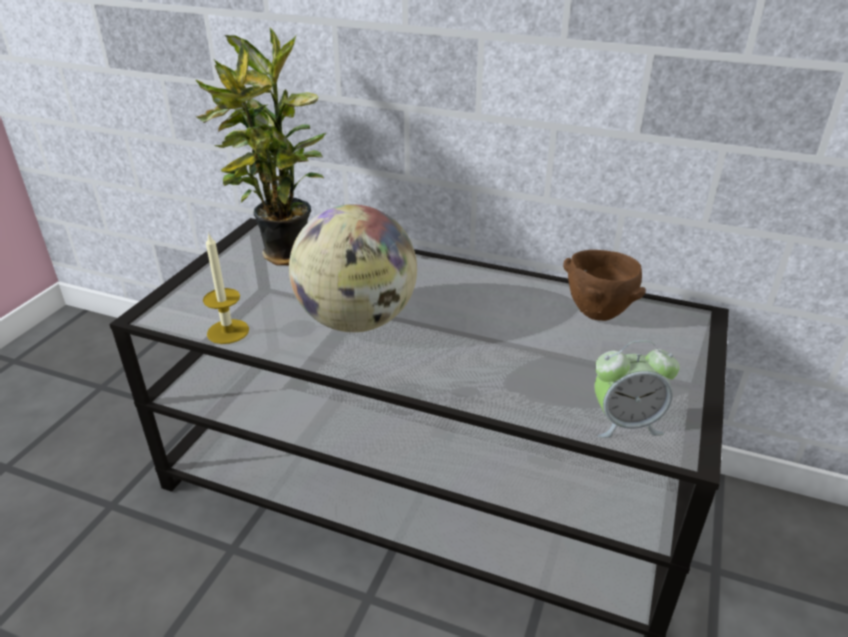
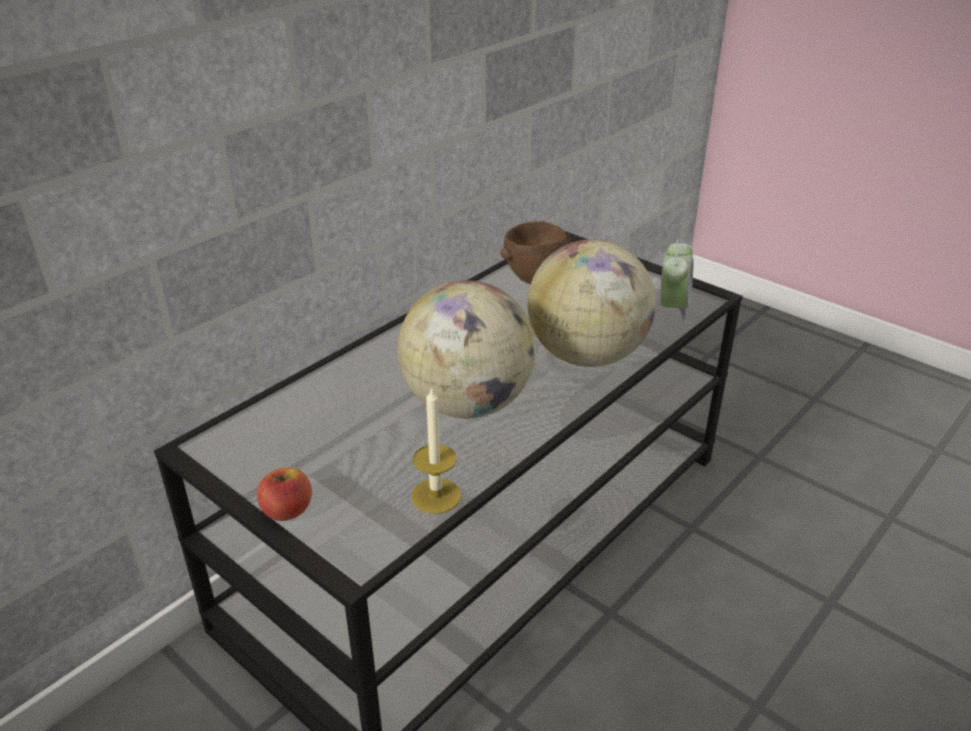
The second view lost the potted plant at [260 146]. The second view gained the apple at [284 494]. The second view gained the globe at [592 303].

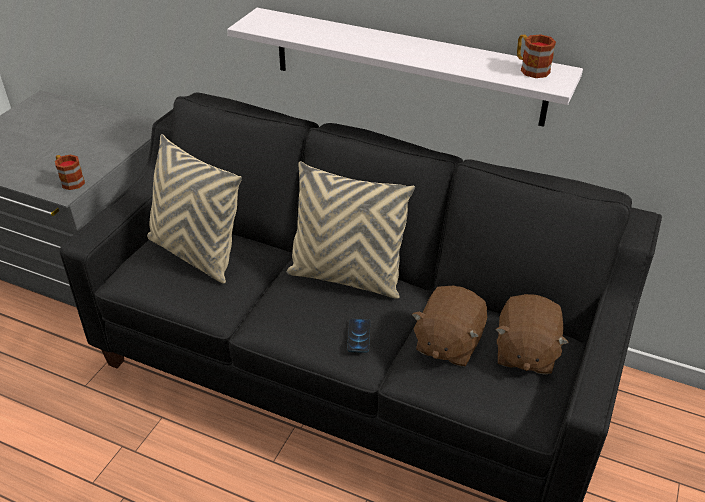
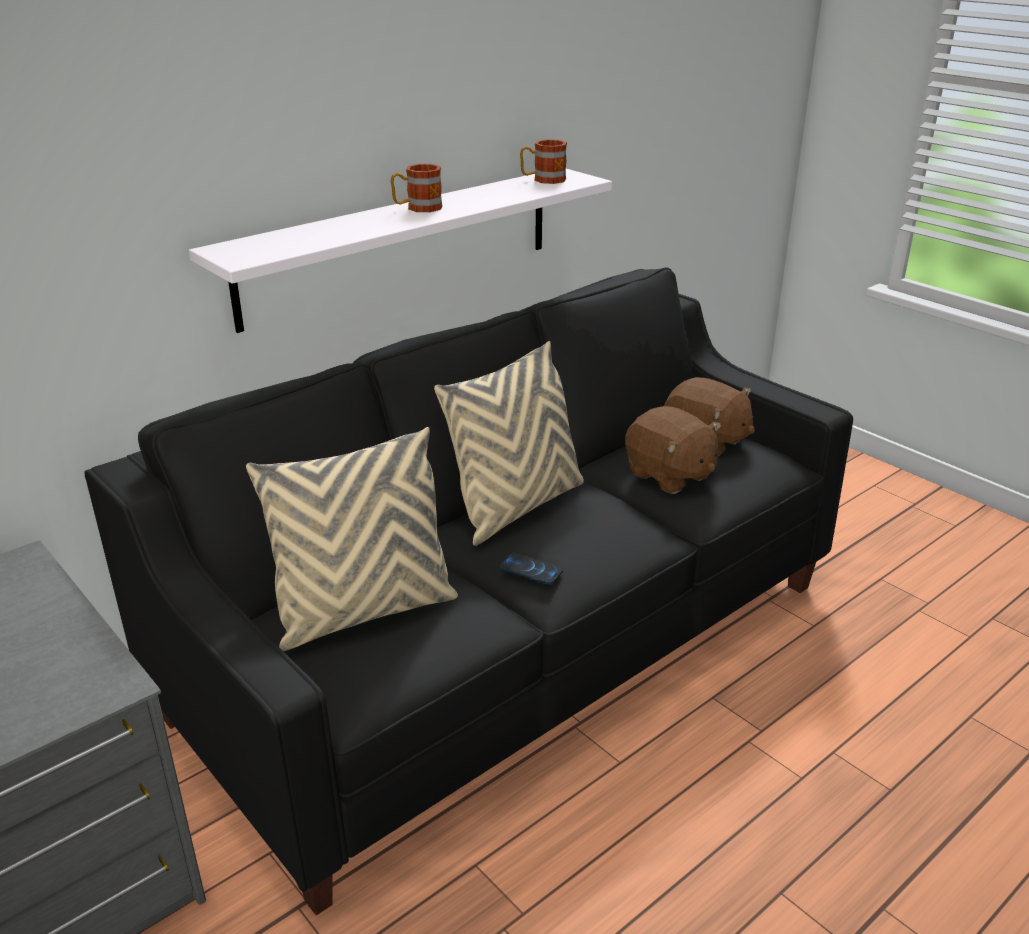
The mug ended up elsewhere, having gone from [70 172] to [416 188]. The phone ended up elsewhere, having gone from [358 336] to [531 569].

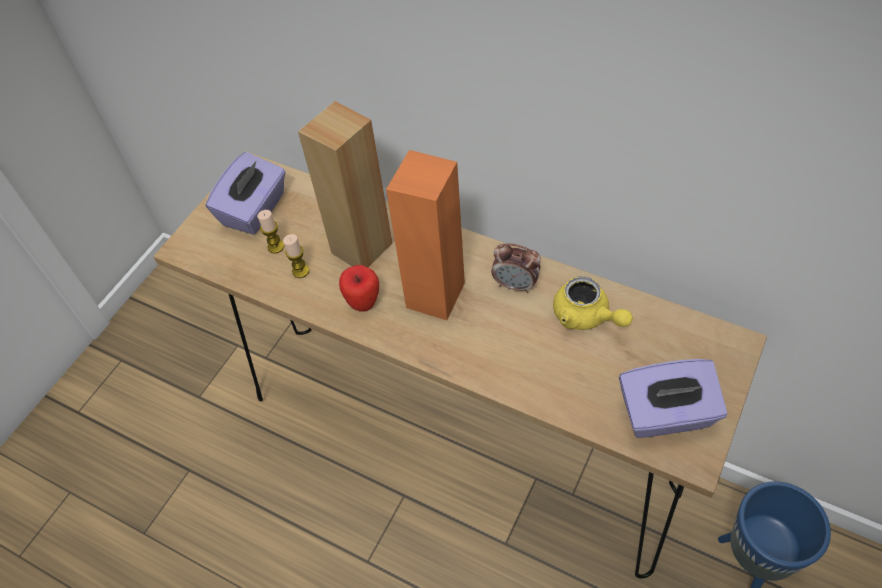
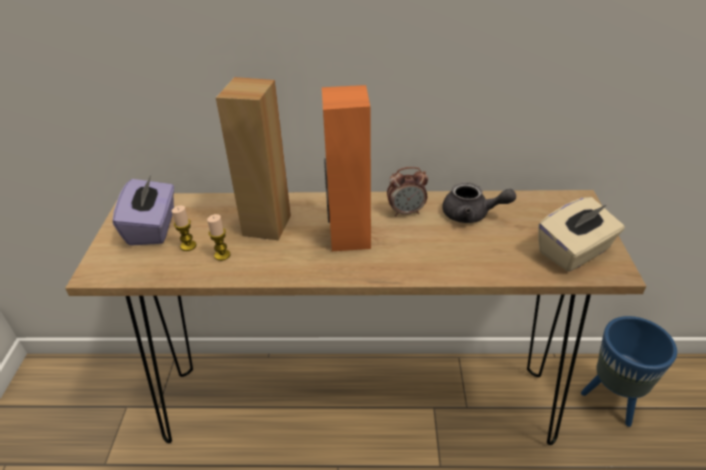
The second view lost the apple at [359 288]. What was the yellow teapot at [593 303] turned into the grey teapot at [479 202]. What was the purple tissue box at [673 398] turned into the beige tissue box at [581 234].

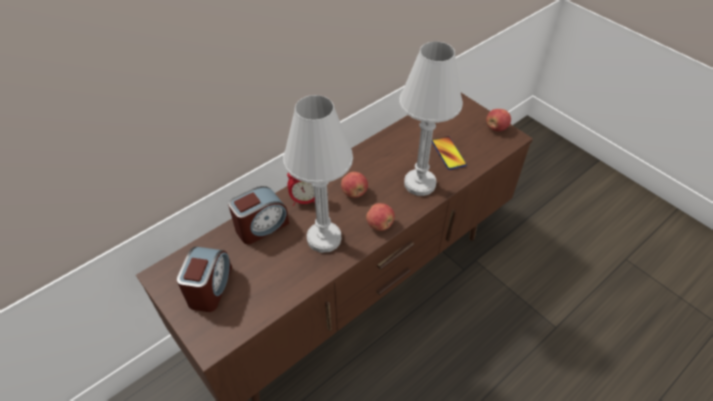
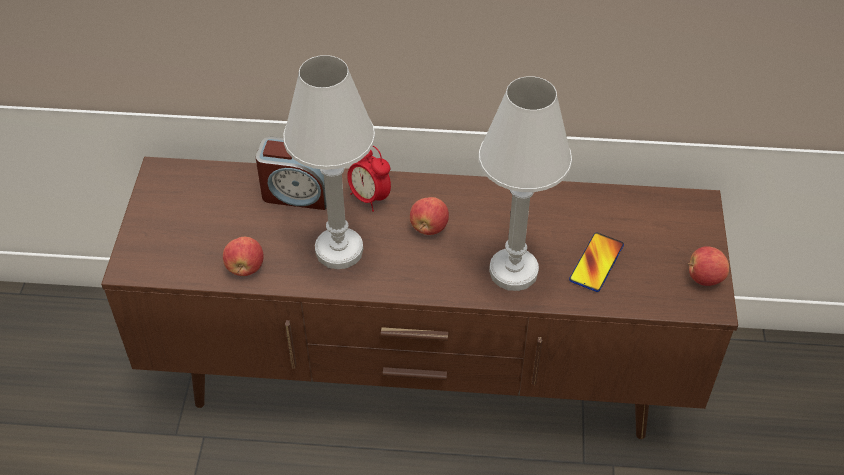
The second view lost the alarm clock at [204 279]. The apple ended up elsewhere, having gone from [380 217] to [243 256].

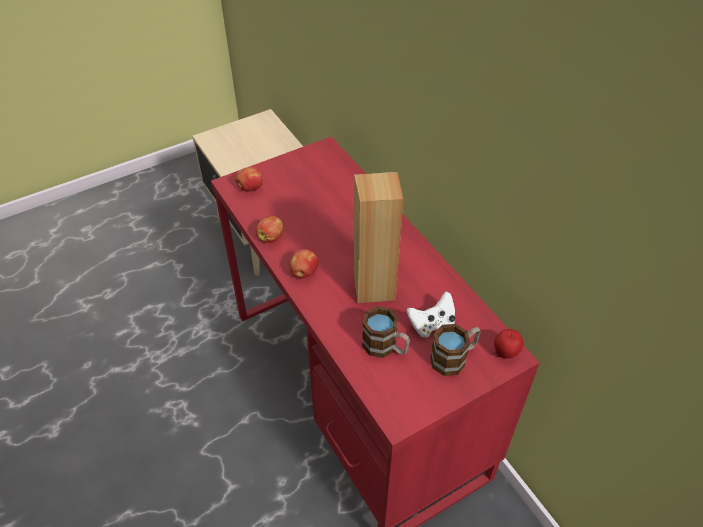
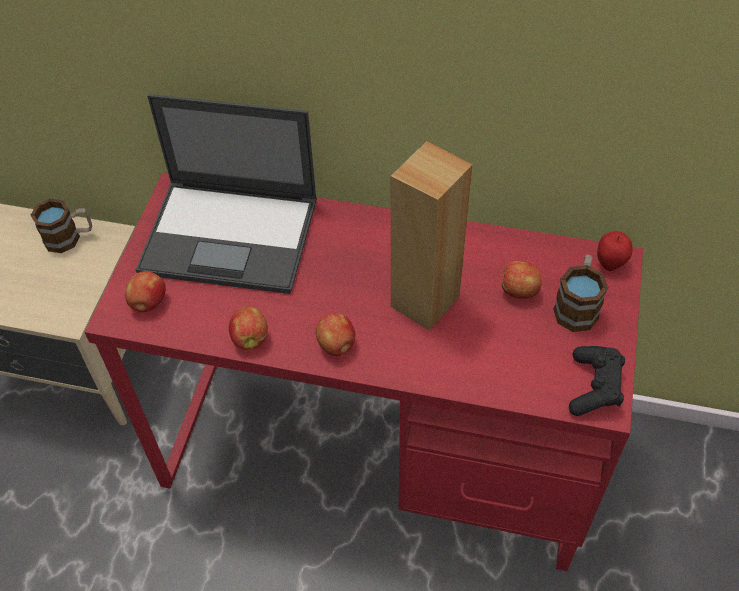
The second view gained the laptop at [226 194]. The second view gained the black game controller at [597 381]. The mug ended up elsewhere, having gone from [386 332] to [61 226]. Where the white game controller stood at [430 314], the apple came to stand at [522 280].

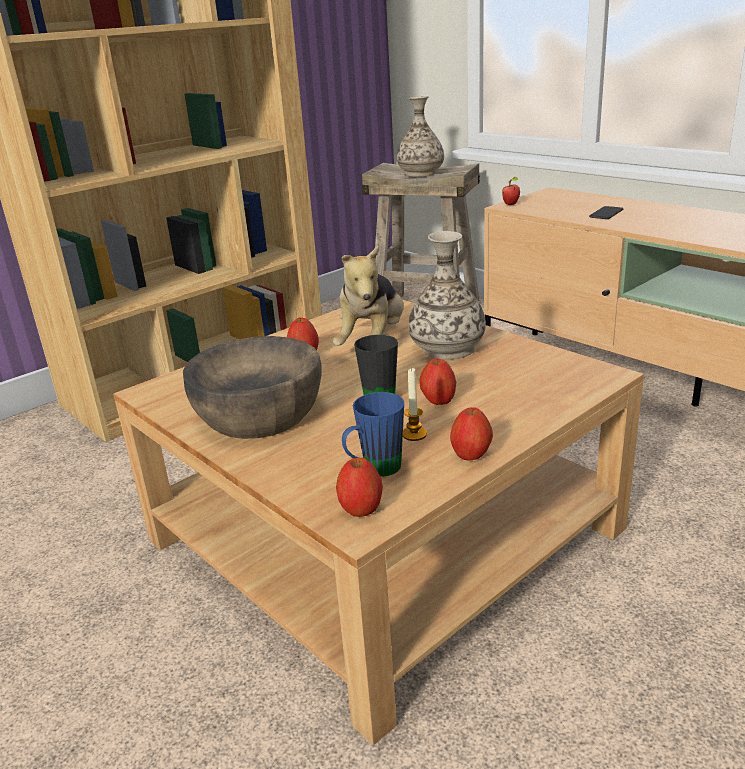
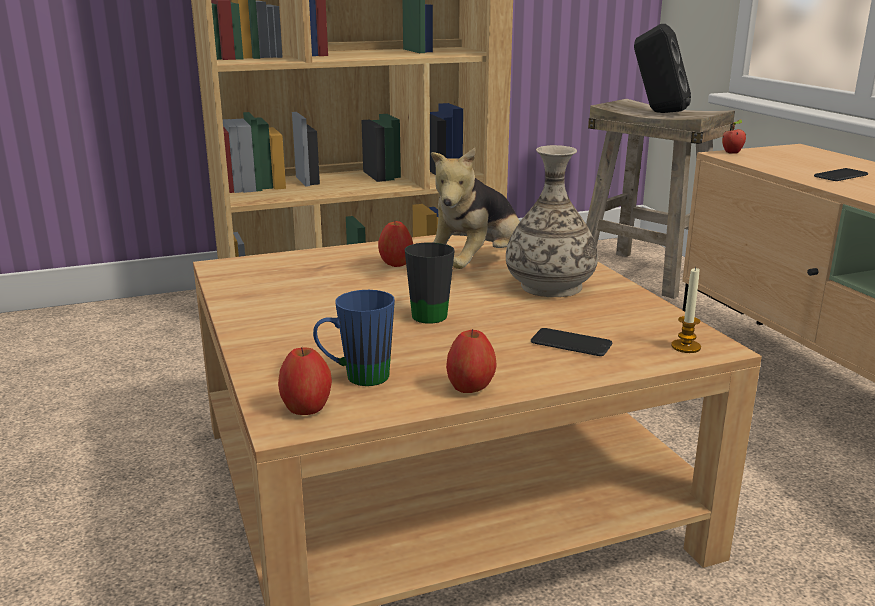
The second view lost the brown bowl at [252 387]. The second view lost the apple at [437 382]. The second view gained the phone at [571 342]. The candle ended up elsewhere, having gone from [415 404] to [686 310]. Where the vase stood at [420 136], the black speaker came to stand at [662 68].

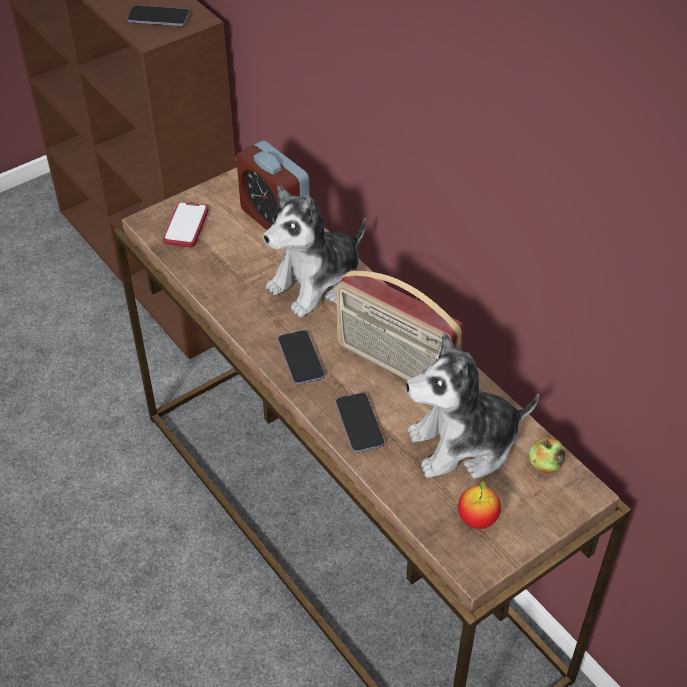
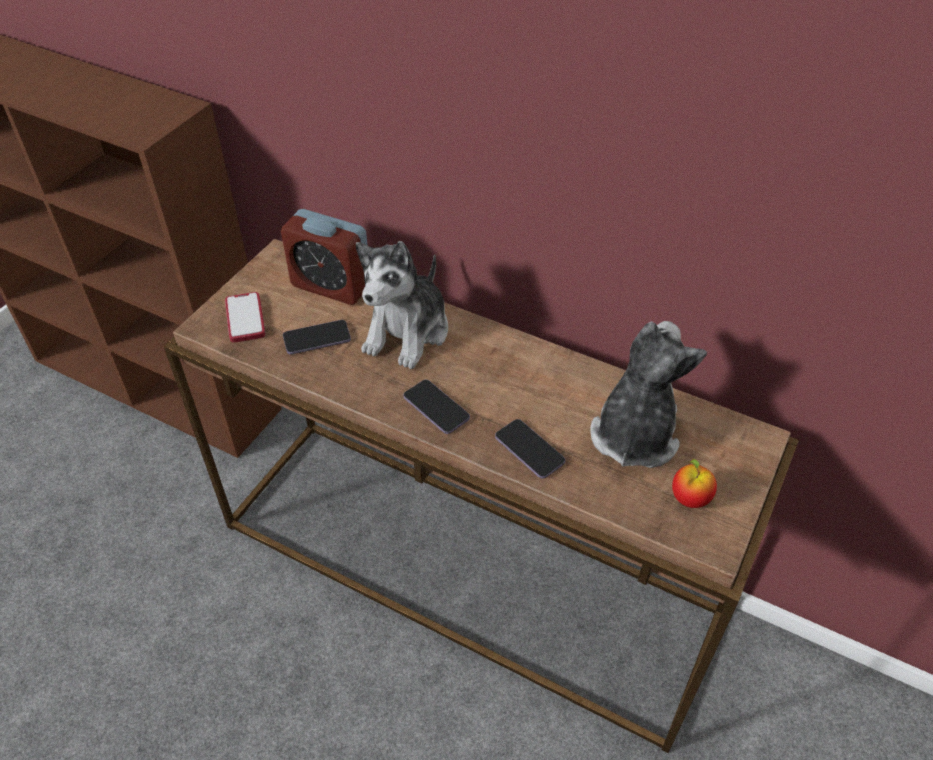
The second view lost the radio at [400 324]. The second view lost the apple at [547 455]. The phone ended up elsewhere, having gone from [158 15] to [317 337]. The plush toy at [473 405] ended up facing another way, 150 degrees clockwise from before.

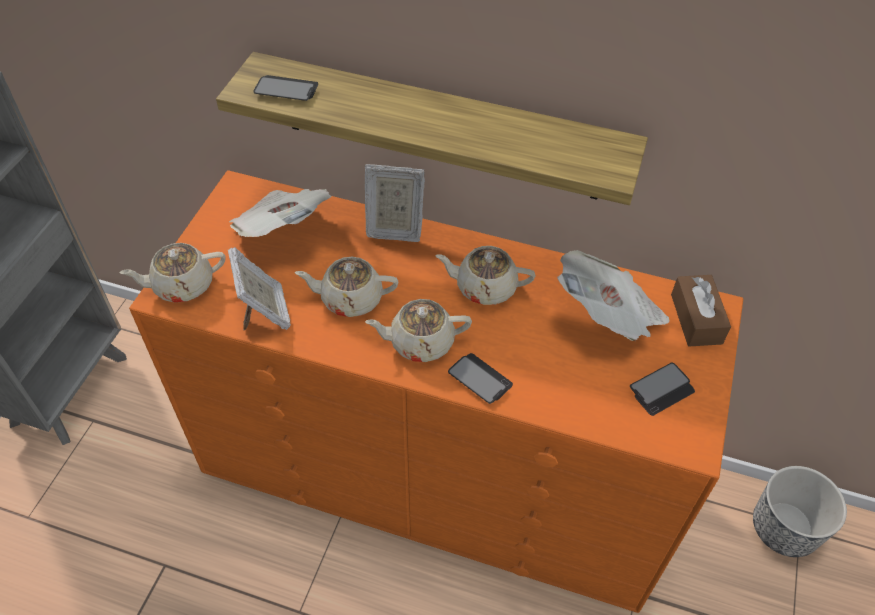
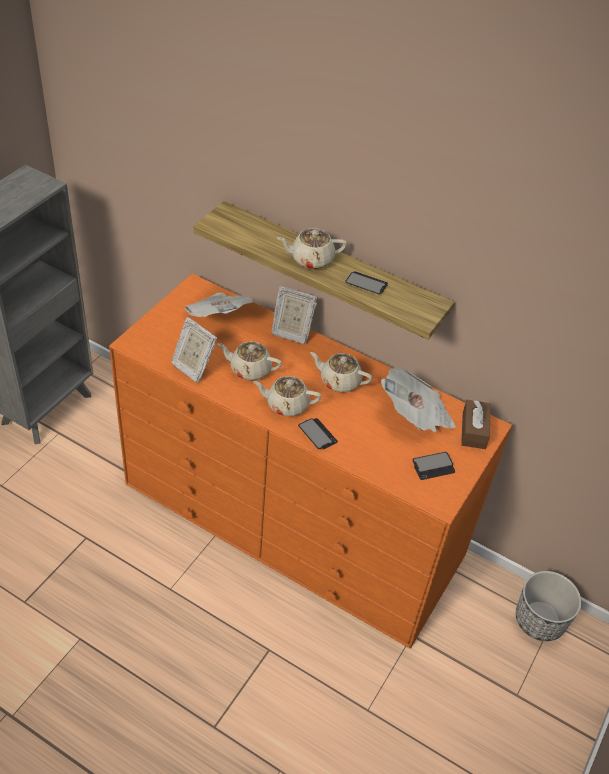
The beige teapot ended up elsewhere, having gone from [173 273] to [312 248]. The phone ended up elsewhere, having gone from [285 88] to [366 282]. The picture frame at [259 289] ended up facing another way, 135 degrees clockwise from before.

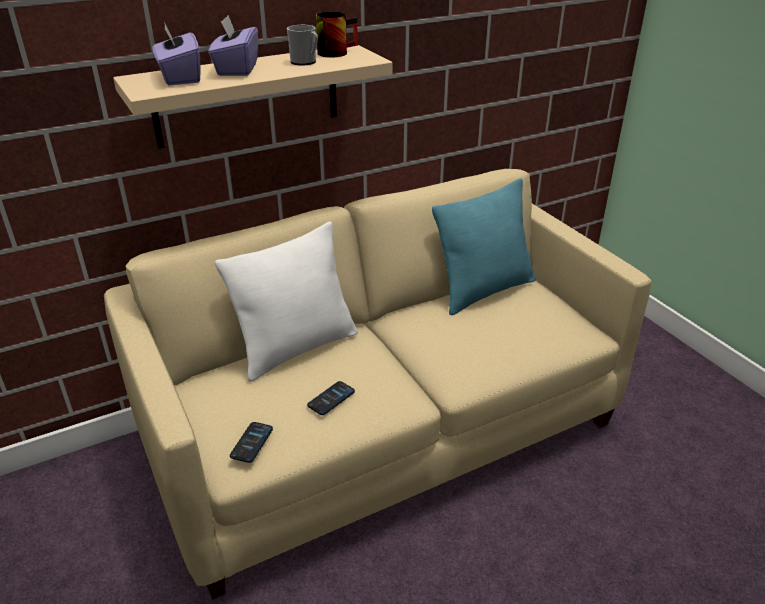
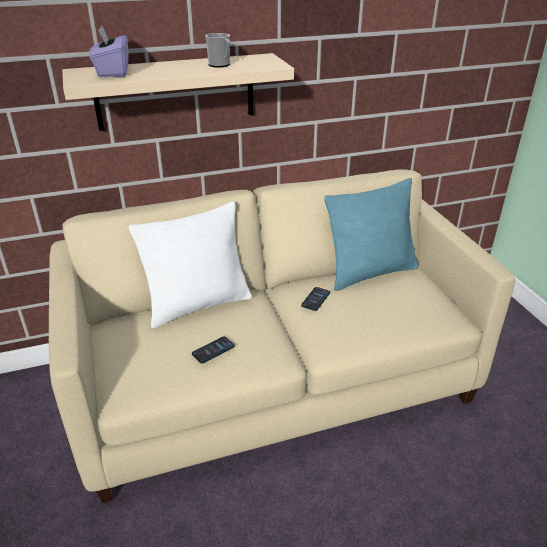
The second view lost the purple tissue box at [233 45]. The second view lost the mug at [337 35]. The phone ended up elsewhere, having gone from [251 442] to [315 299].

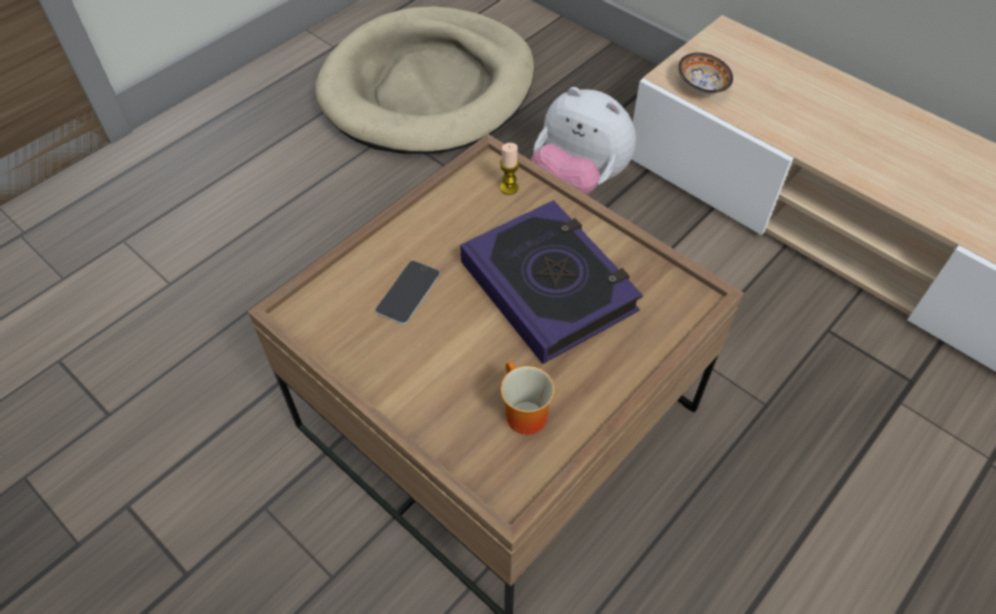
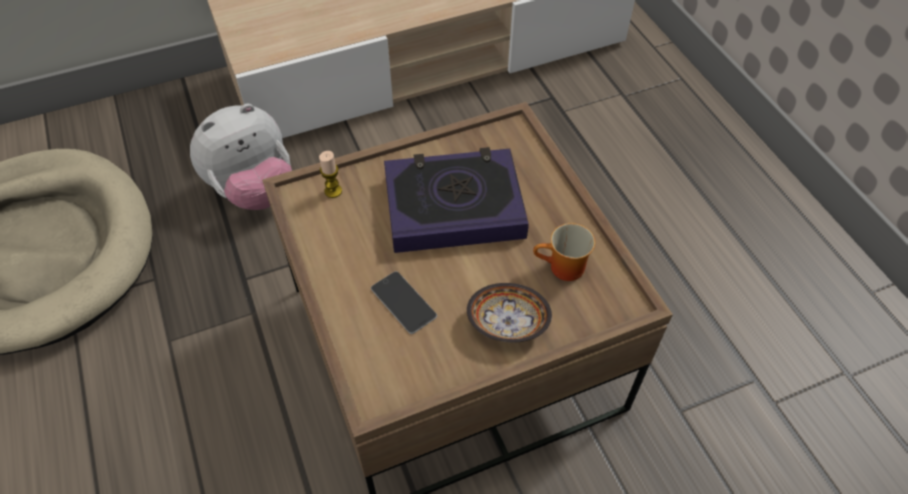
The bowl ended up elsewhere, having gone from [705 73] to [509 313].

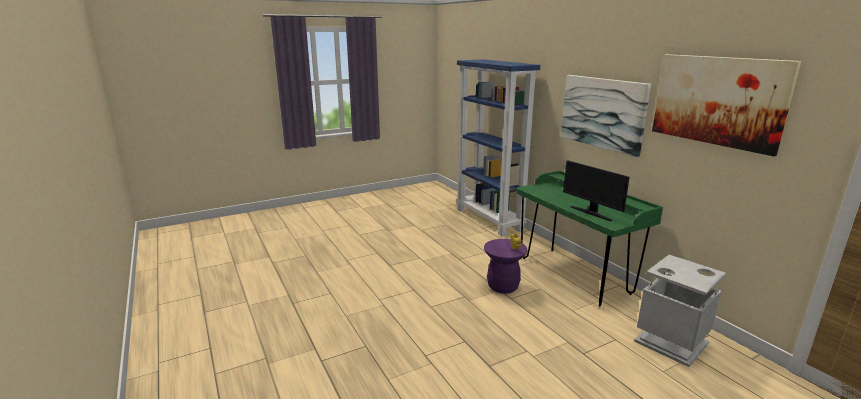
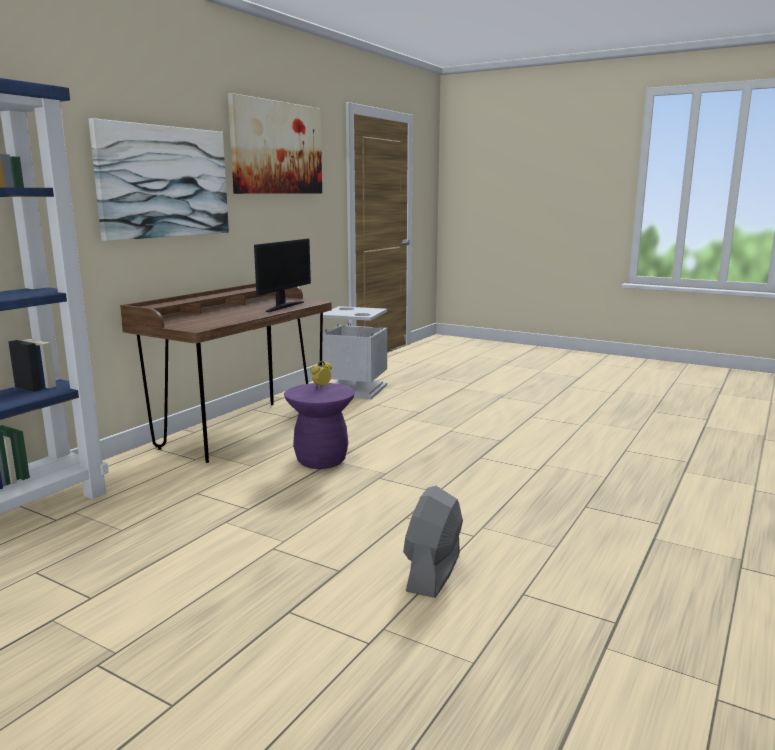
The second view gained the grey fan at [433 542]. What was the green desk at [589 239] turned into the brown desk at [226 373].

